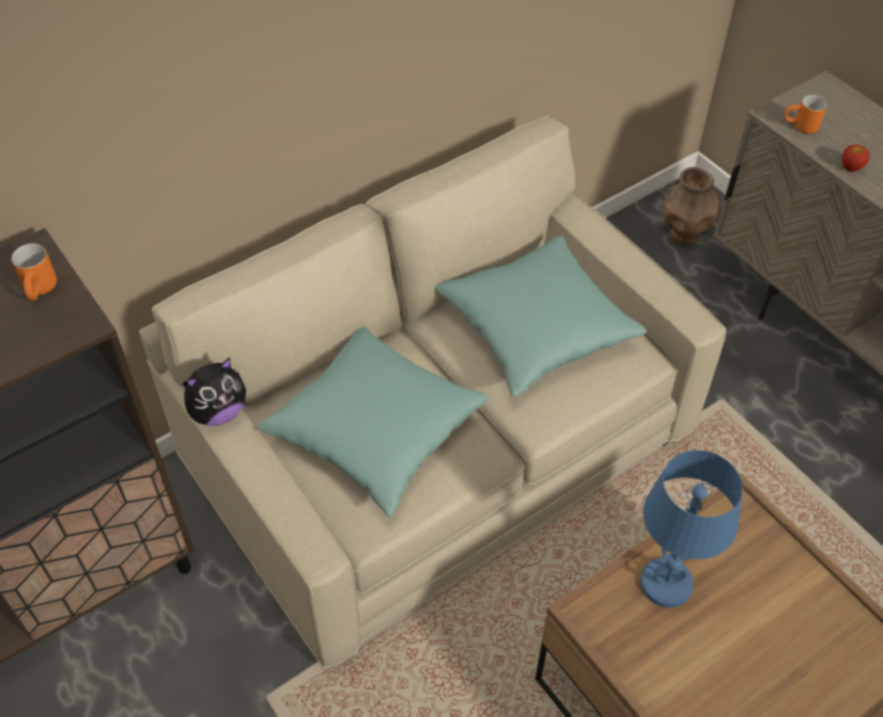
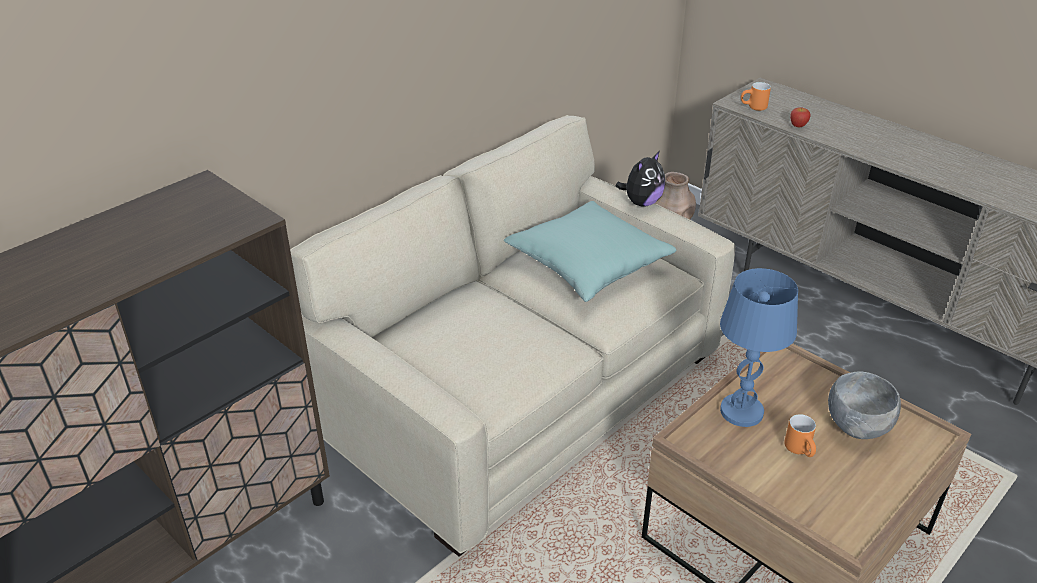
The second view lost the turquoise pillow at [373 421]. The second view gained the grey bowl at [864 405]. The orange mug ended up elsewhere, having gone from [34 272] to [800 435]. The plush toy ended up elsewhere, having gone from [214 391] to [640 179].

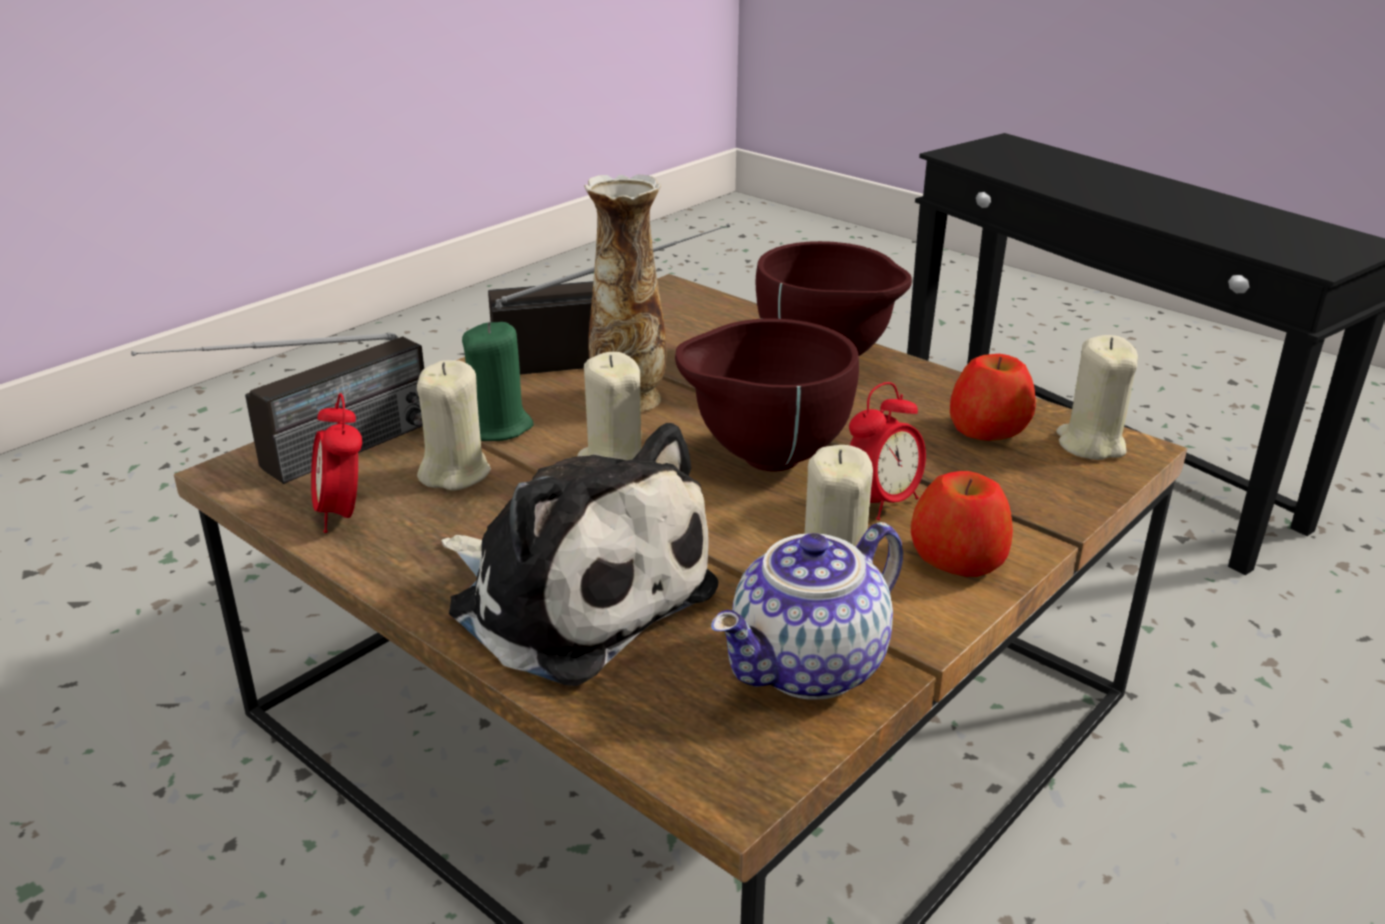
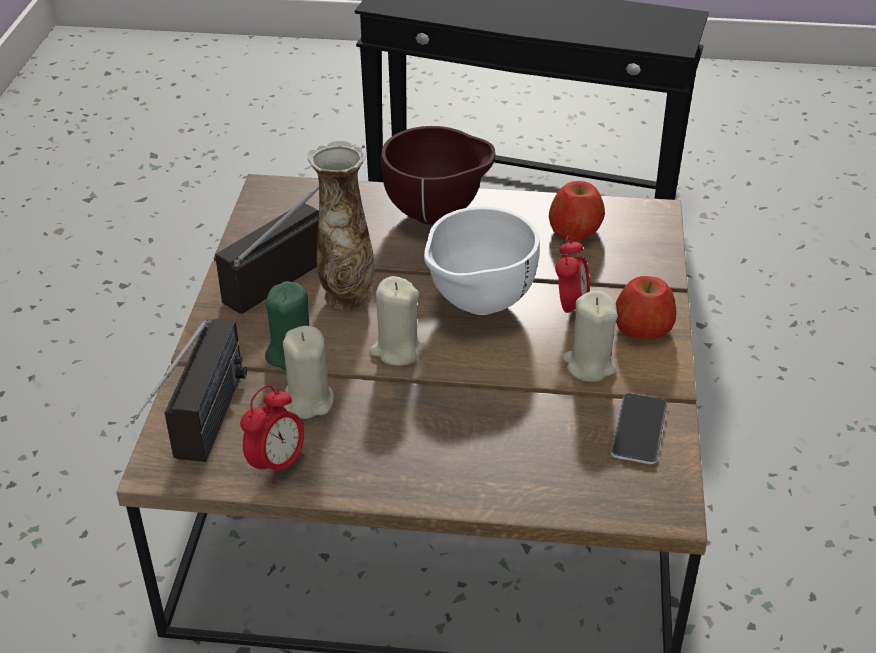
The second view lost the plush toy at [579 554]. The second view lost the beige candle at [1097 397]. Where the teapot stood at [807 611], the phone came to stand at [639 429]. What was the brown bowl at [767 395] turned into the white bowl at [482 261]. The alarm clock at [336 463] ended up facing another way, 90 degrees counterclockwise from before.

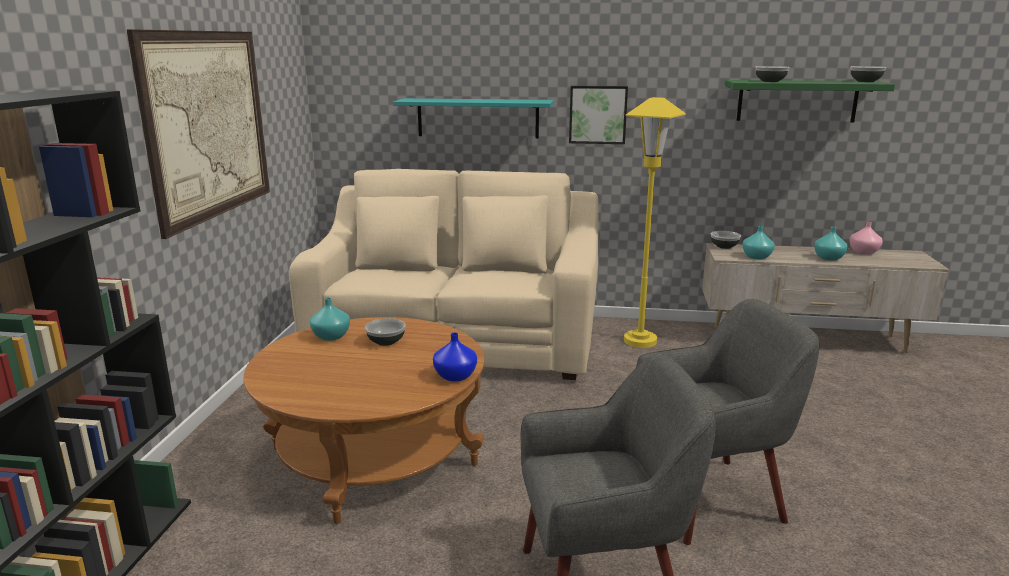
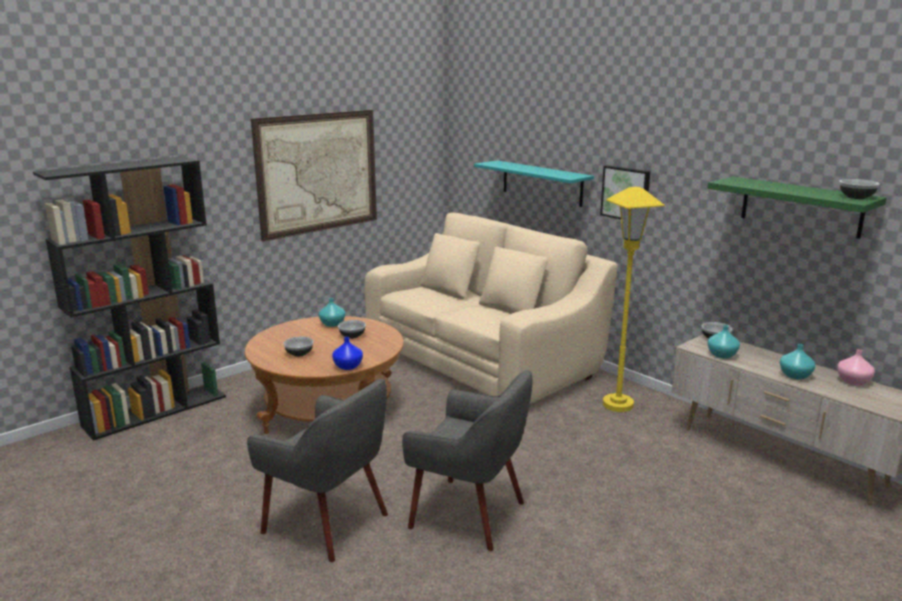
The bowl ended up elsewhere, having gone from [772 74] to [298 347].

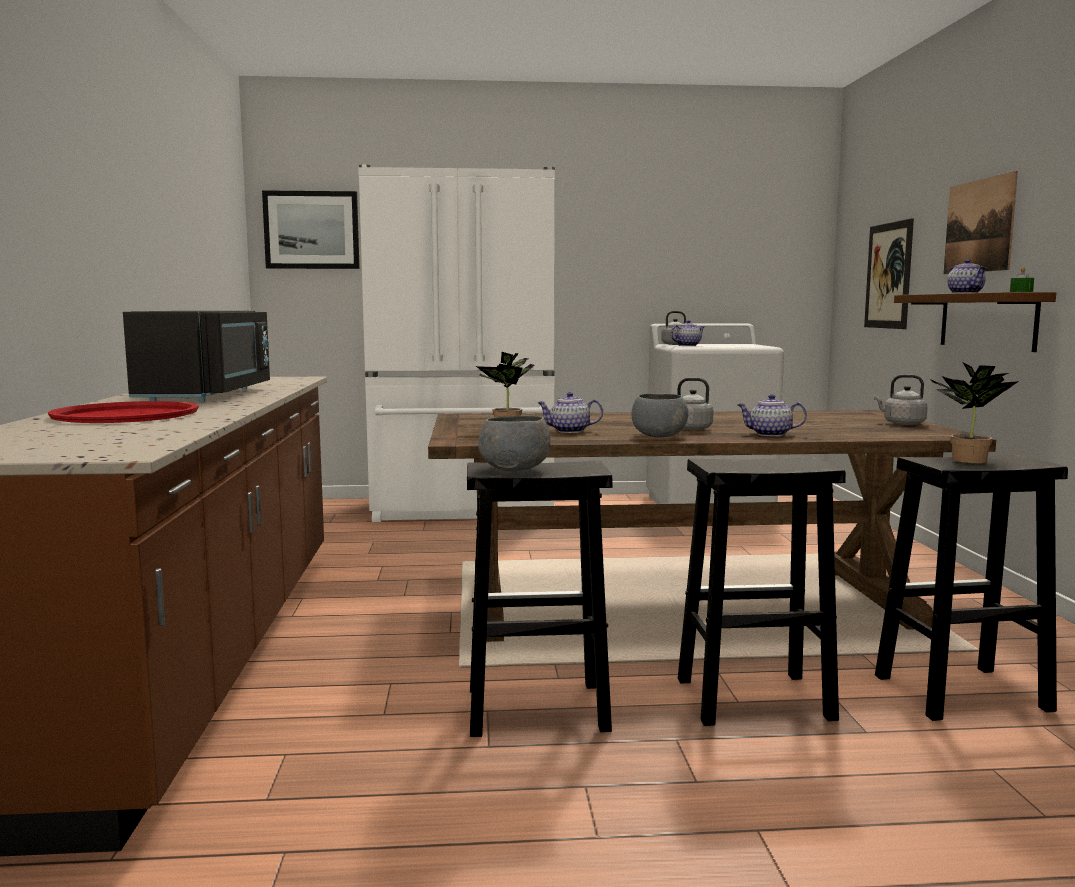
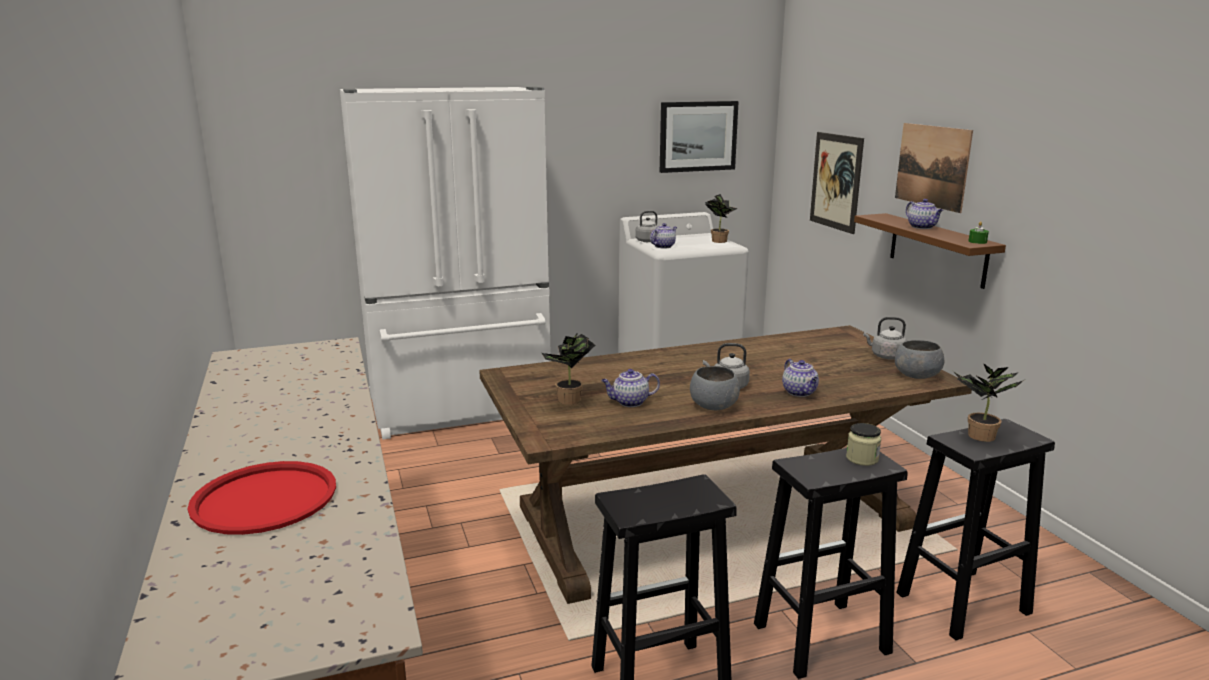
The second view lost the black microwave at [196 356]. The second view gained the potted plant at [721 218]. The second view gained the jar at [863 444]. The picture ended up elsewhere, having gone from [311 229] to [699 137]. The grey bowl ended up elsewhere, having gone from [514 443] to [919 359]. The teapot at [772 415] ended up facing another way, 105 degrees counterclockwise from before.

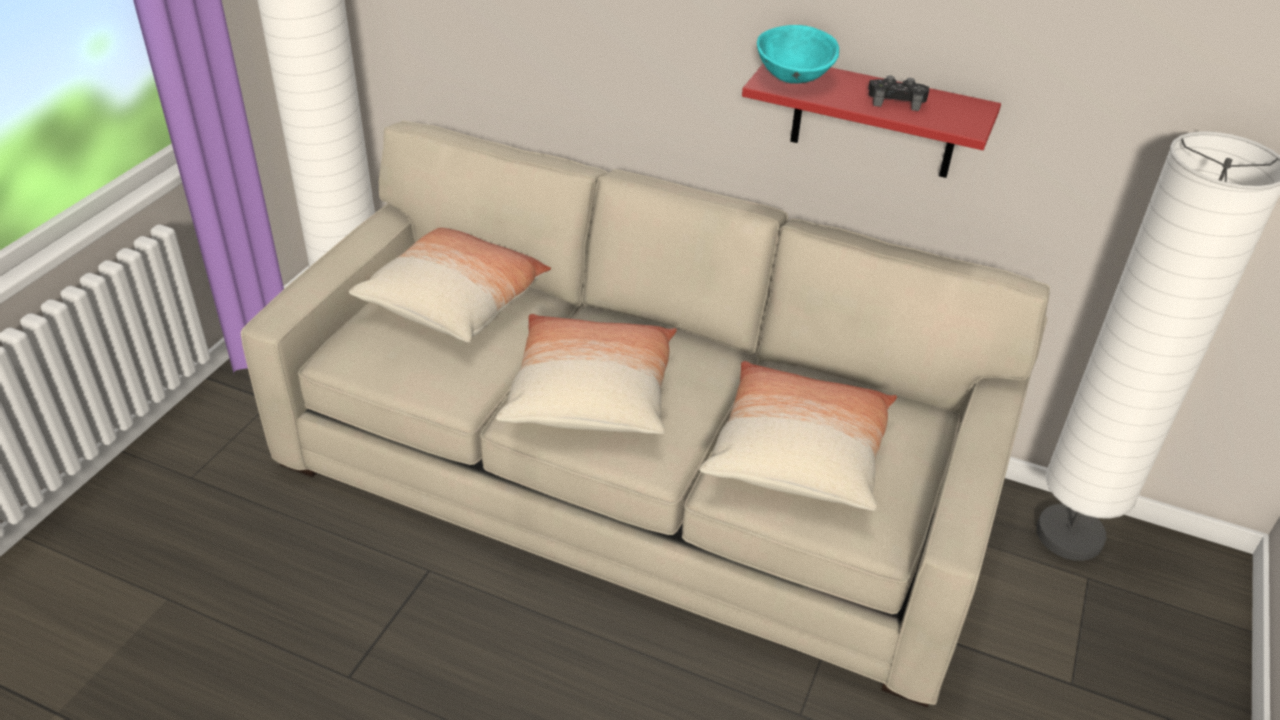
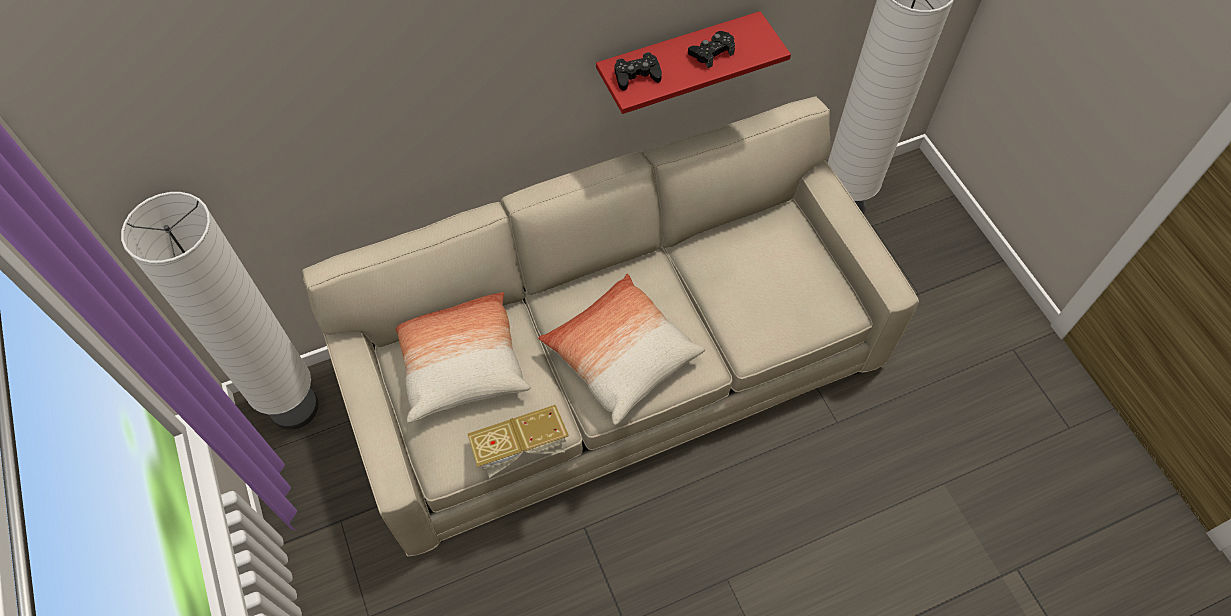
The second view lost the pillow at [798 435]. The second view gained the book at [518 441]. Where the turquoise bowl stood at [798 54], the black game controller came to stand at [638 71].

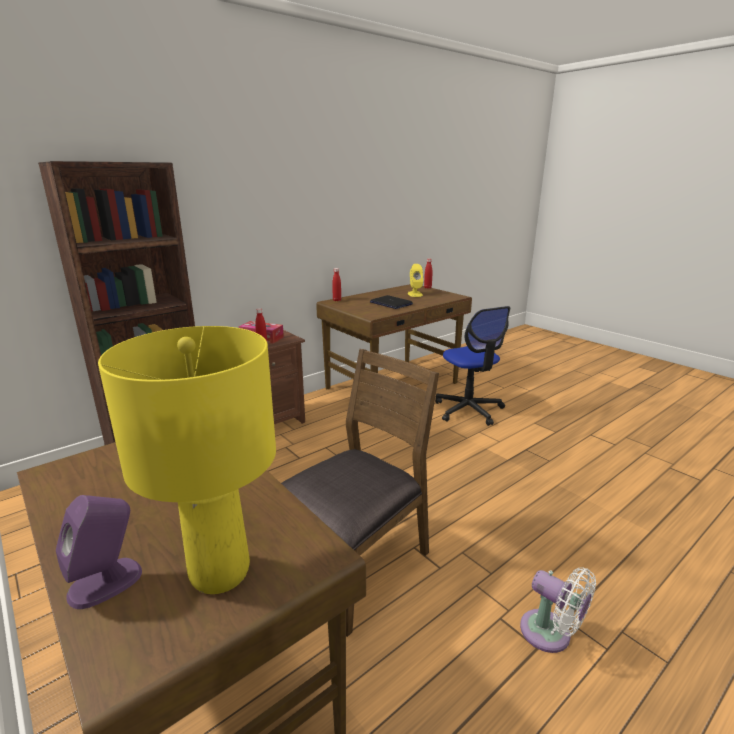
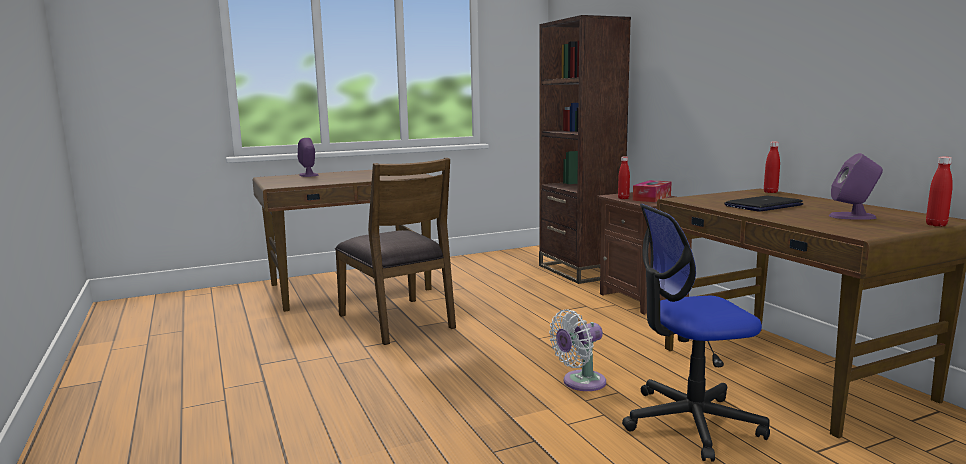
The second view lost the yellow table lamp at [187 460]. The white fan ended up elsewhere, having gone from [558 610] to [577 350]. What was the yellow speaker at [415 280] turned into the purple speaker at [856 186].

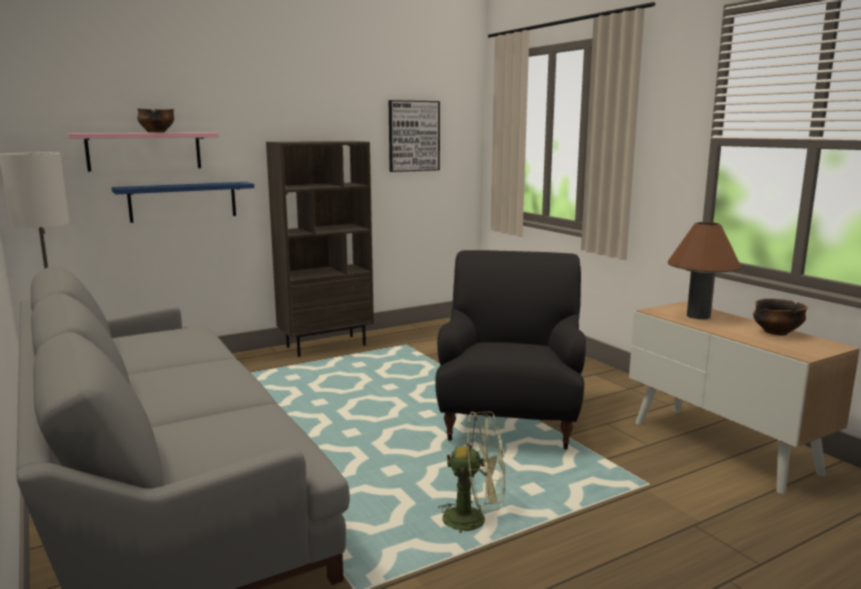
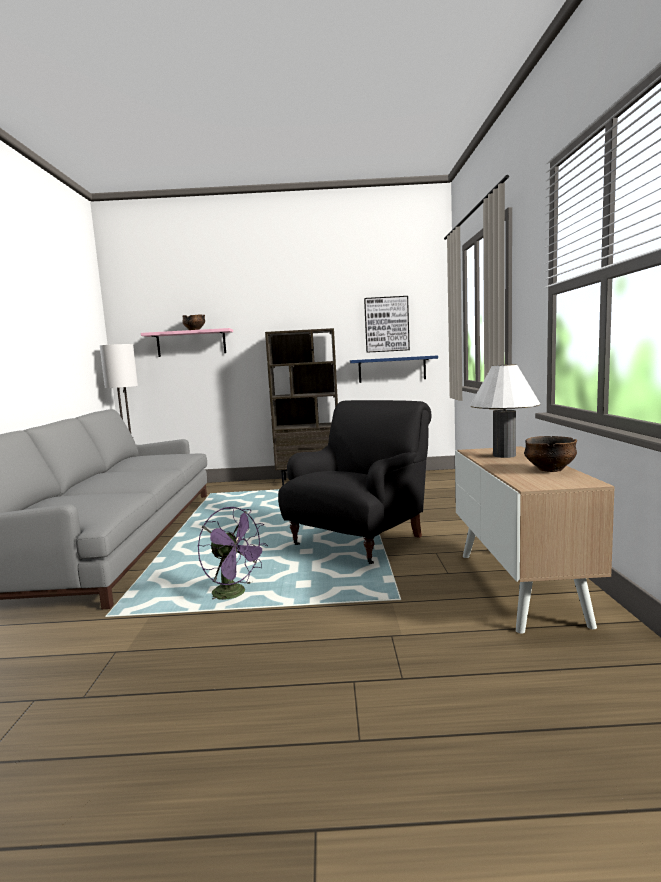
The blue shelf ended up elsewhere, having gone from [182 202] to [394 369]. What was the green fan at [471 472] turned into the purple fan at [233 553]. What was the brown table lamp at [705 270] turned into the white table lamp at [505 411].

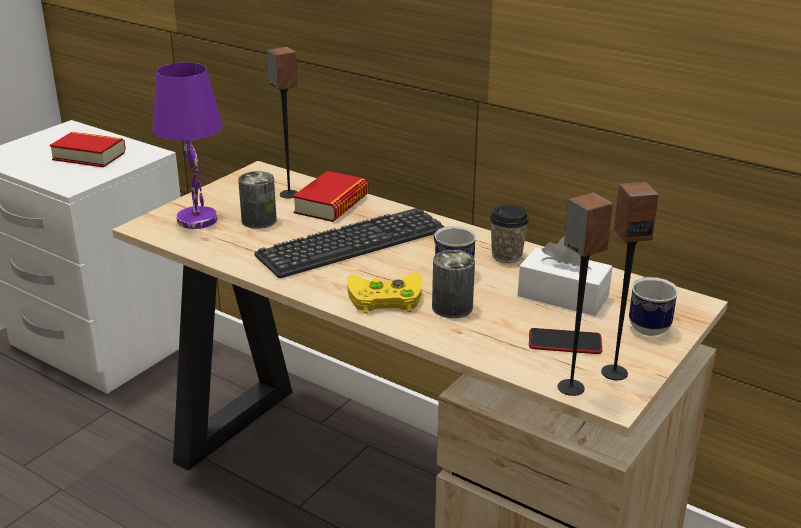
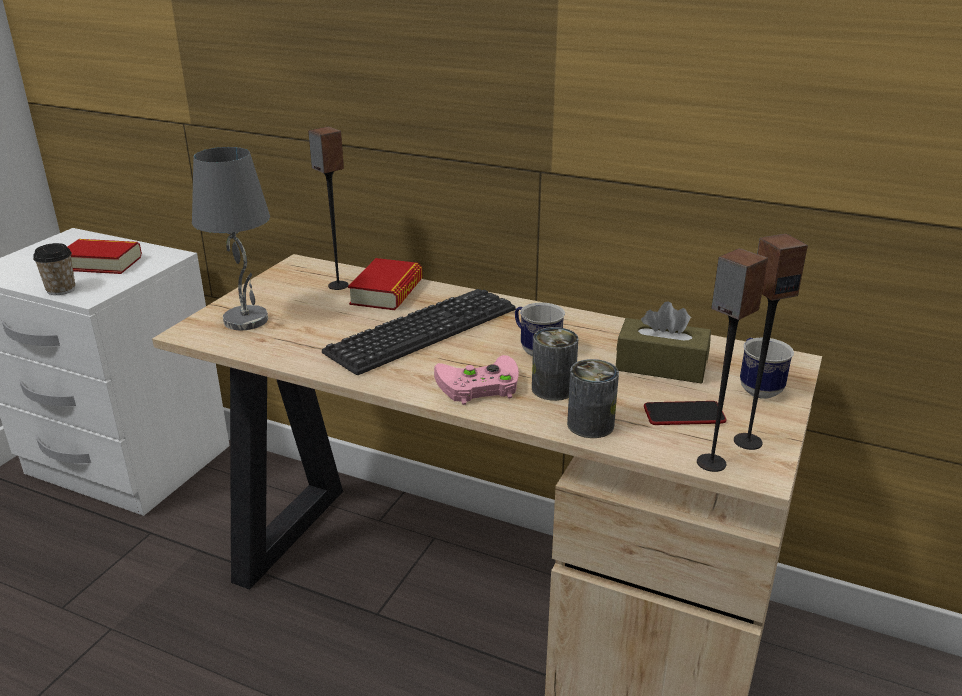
The can ended up elsewhere, having gone from [257 200] to [593 398]. The cup ended up elsewhere, having gone from [509 234] to [54 269]. What was the purple table lamp at [187 145] turned into the grey table lamp at [231 238]. What was the yellow game controller at [385 293] turned into the pink game controller at [476 380]. What was the white tissue box at [565 275] turned into the brown tissue box at [663 342].

